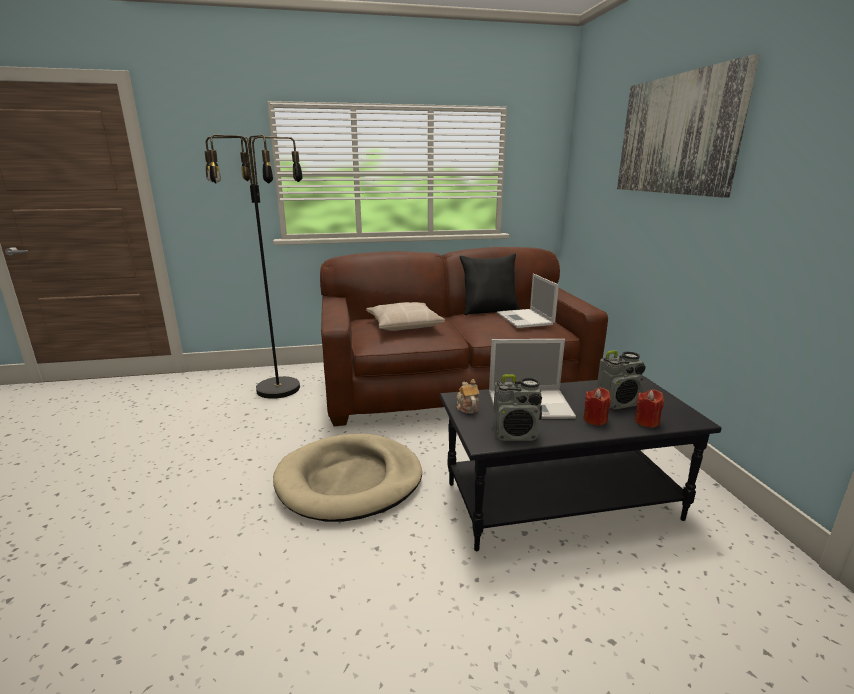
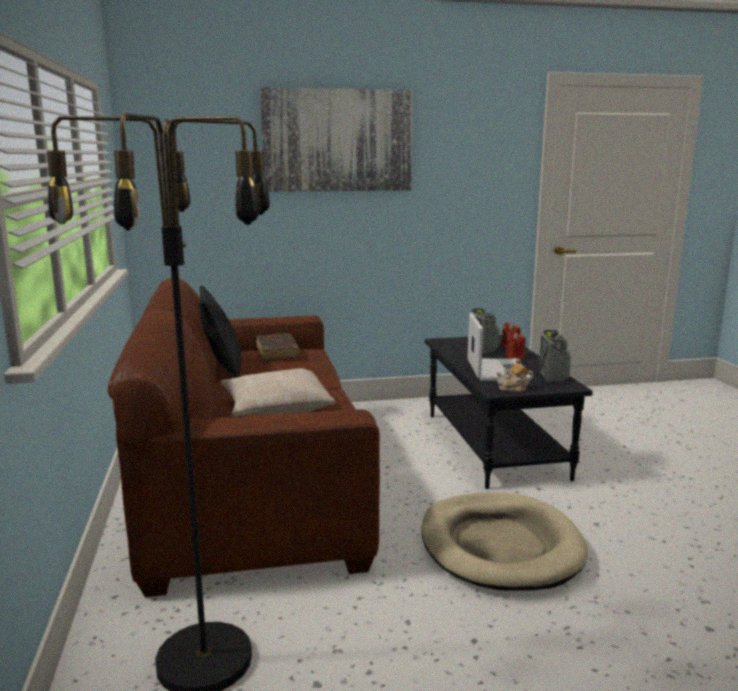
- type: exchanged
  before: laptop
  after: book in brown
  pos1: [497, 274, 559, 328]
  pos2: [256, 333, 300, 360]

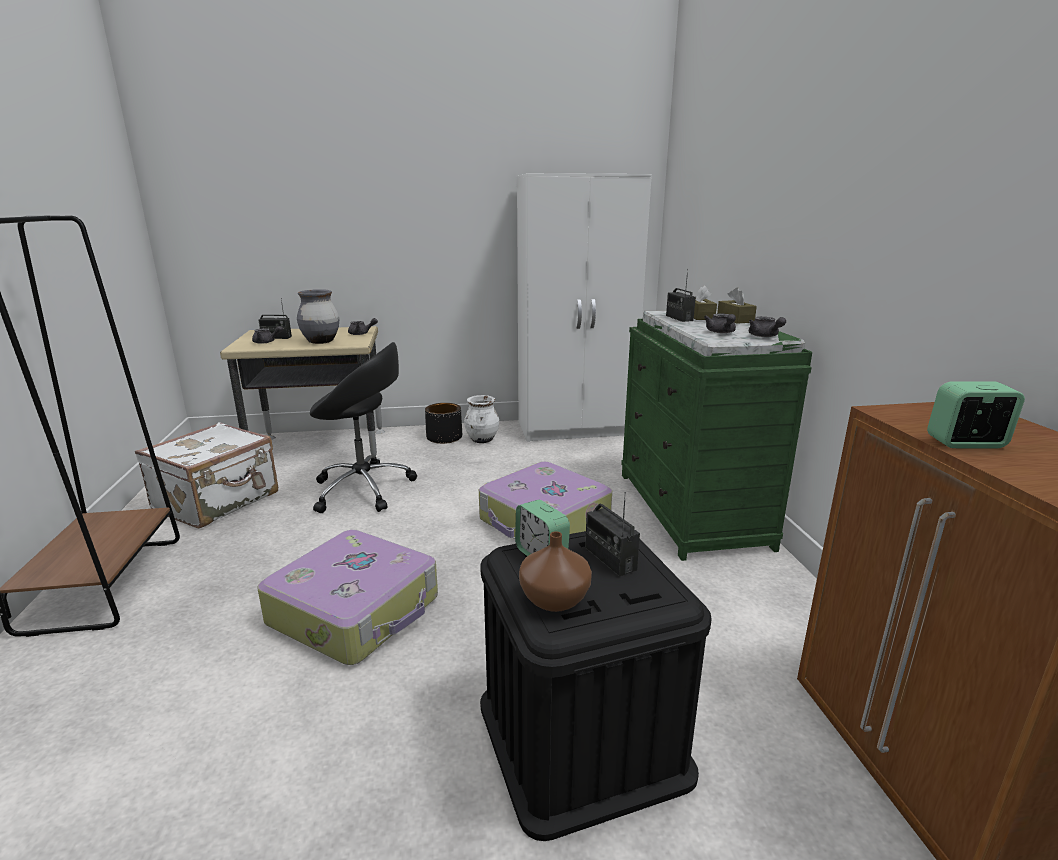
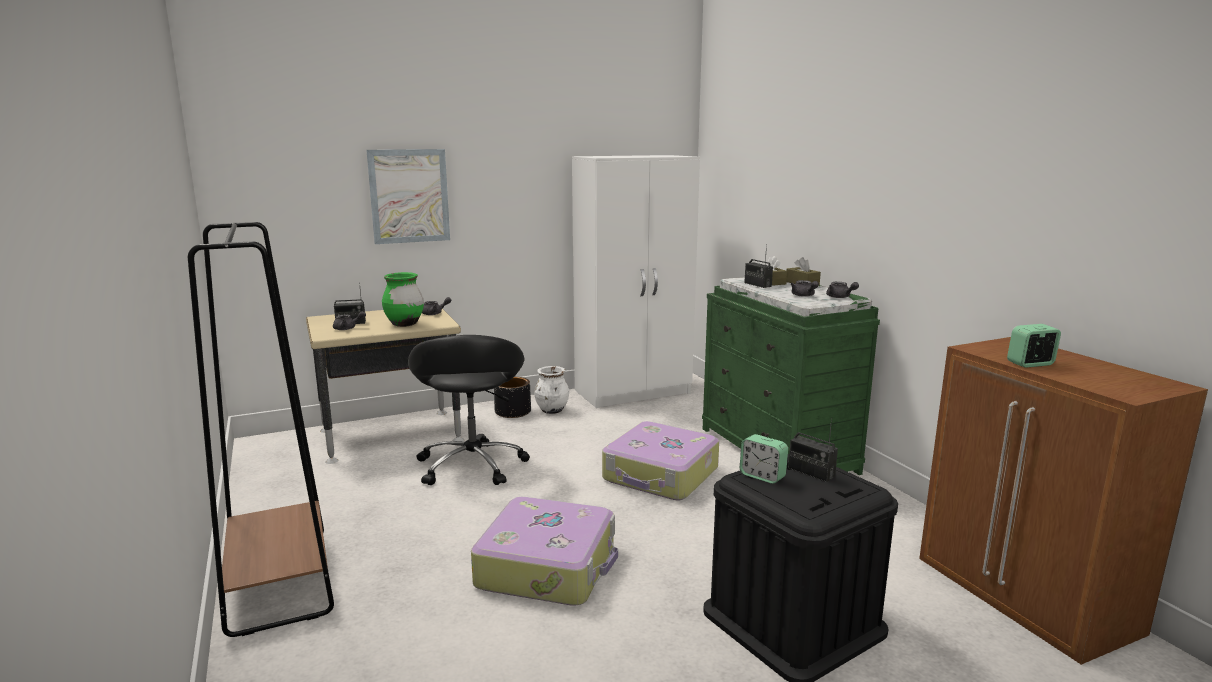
- type: missing
  before: suitcase in white
  pos1: [135, 422, 278, 529]
- type: missing
  before: vase in brown
  pos1: [519, 531, 592, 612]
- type: appeared
  after: picture
  pos2: [366, 149, 450, 244]
- type: colour
  before: vase in grey
  after: vase in green
  pos1: [297, 289, 339, 344]
  pos2: [382, 272, 424, 327]
- type: spun
  before: office chair in black
  pos1: [310, 342, 417, 513]
  pos2: [408, 335, 530, 485]
  turn: 90

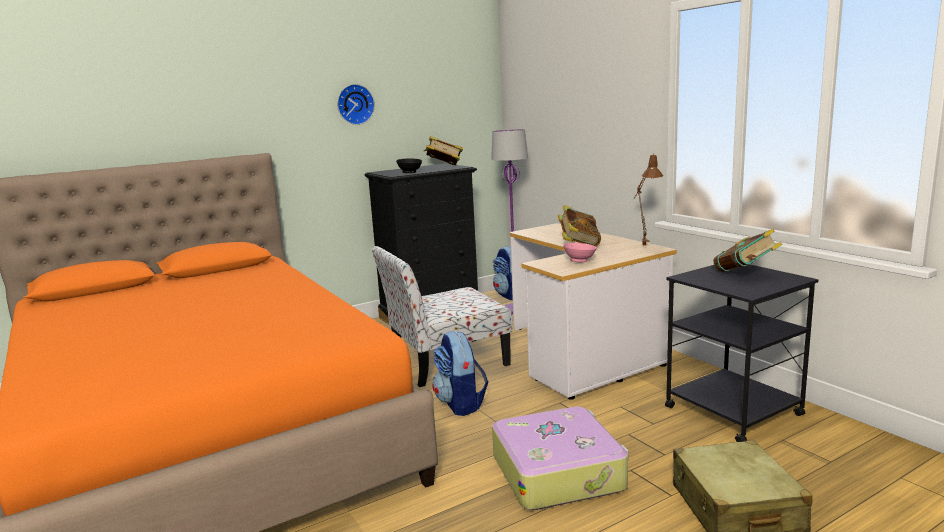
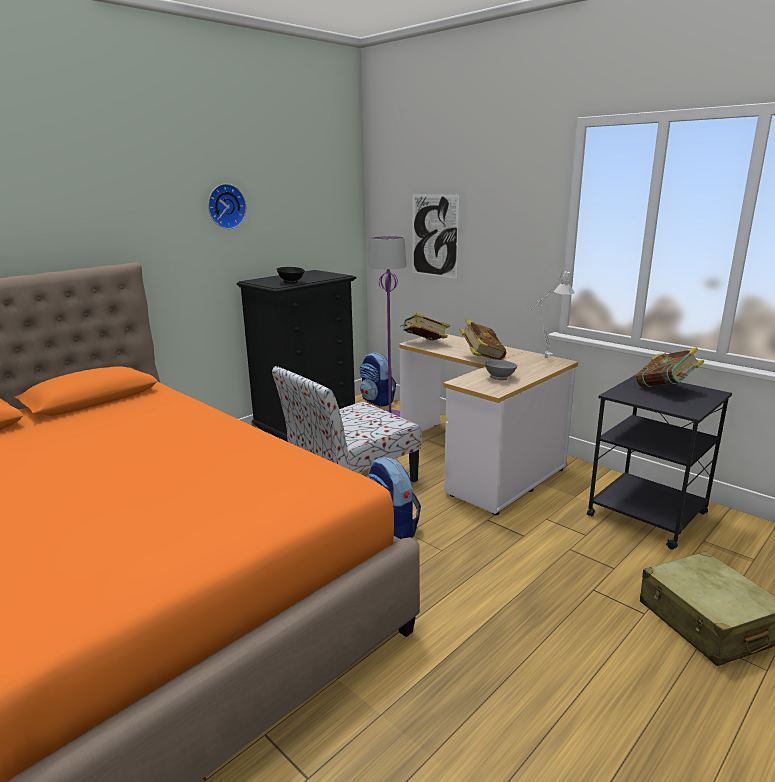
- type: missing
  before: suitcase
  pos1: [492, 406, 628, 510]
- type: appeared
  after: picture
  pos2: [412, 194, 459, 279]
- type: relocated
  before: book
  pos1: [424, 136, 463, 165]
  pos2: [400, 313, 450, 340]
- type: colour
  before: bowl in pink
  after: bowl in grey
  pos1: [563, 243, 597, 262]
  pos2: [484, 359, 518, 380]
- type: colour
  before: table lamp in brown
  after: table lamp in grey
  pos1: [634, 153, 663, 246]
  pos2: [529, 272, 574, 358]

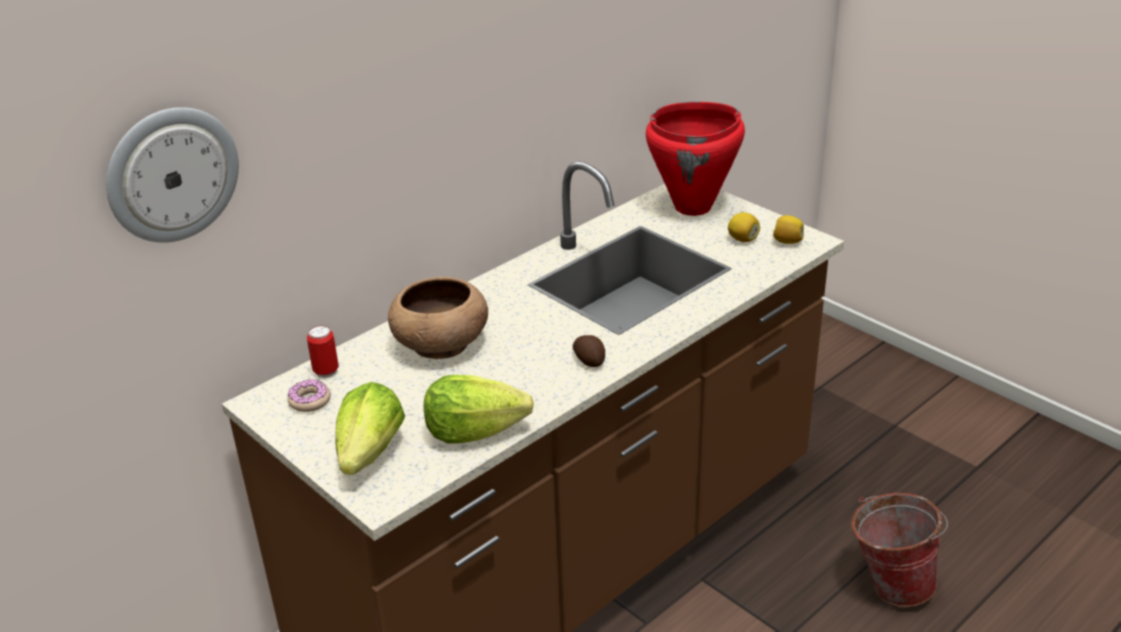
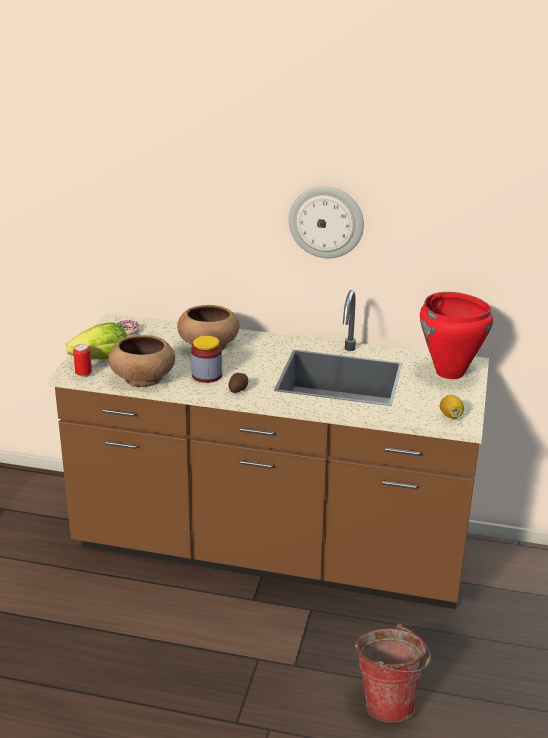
- type: missing
  before: lemon
  pos1: [728, 213, 760, 242]
- type: appeared
  after: jar
  pos2: [191, 336, 222, 383]
- type: relocated
  before: wall clock
  pos1: [106, 107, 239, 243]
  pos2: [289, 186, 364, 258]
- type: relocated
  before: can
  pos1: [307, 325, 339, 378]
  pos2: [73, 344, 92, 378]
- type: exchanged
  before: lettuce
  after: bowl in brown
  pos1: [424, 375, 534, 444]
  pos2: [108, 335, 175, 387]

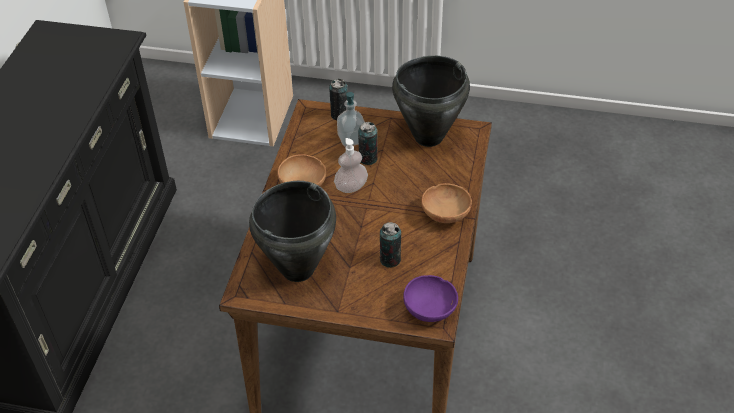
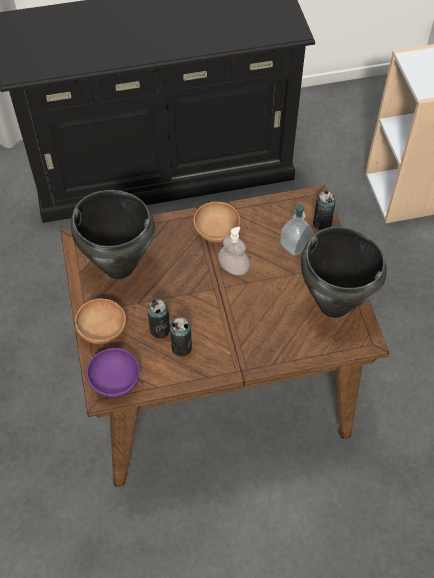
- type: relocated
  before: can
  pos1: [358, 122, 378, 165]
  pos2: [170, 317, 192, 357]
- type: relocated
  before: bowl in brown
  pos1: [421, 183, 472, 223]
  pos2: [75, 298, 126, 344]

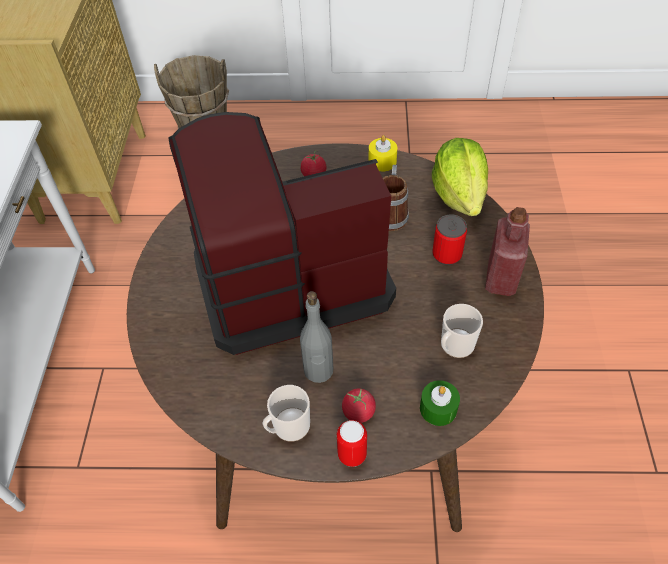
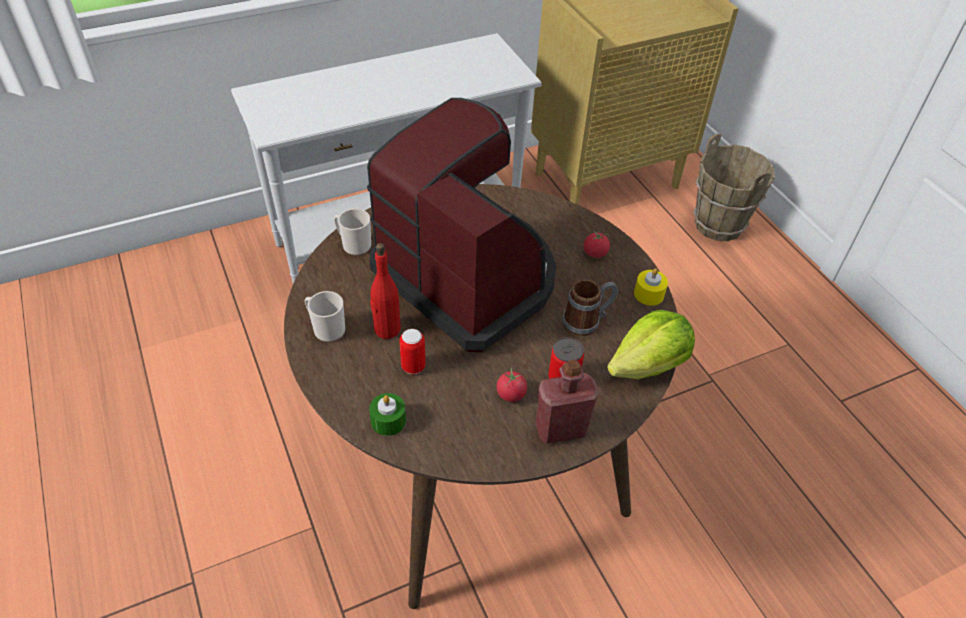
- type: relocated
  before: can
  pos1: [337, 420, 367, 467]
  pos2: [399, 329, 426, 374]
- type: relocated
  before: tomato
  pos1: [342, 389, 376, 423]
  pos2: [496, 368, 527, 402]
- type: relocated
  before: mug
  pos1: [441, 304, 483, 358]
  pos2: [334, 209, 371, 256]
- type: colour
  before: bottle in grey
  after: bottle in red
  pos1: [300, 291, 333, 383]
  pos2: [370, 243, 401, 339]

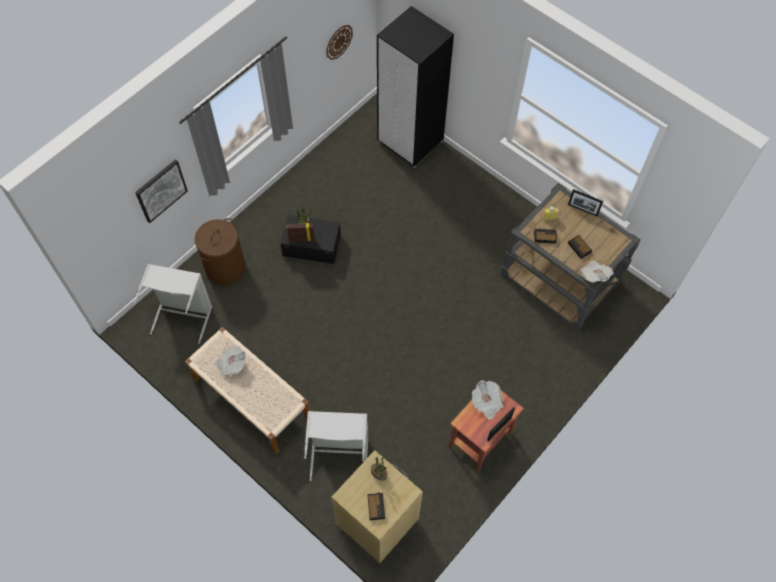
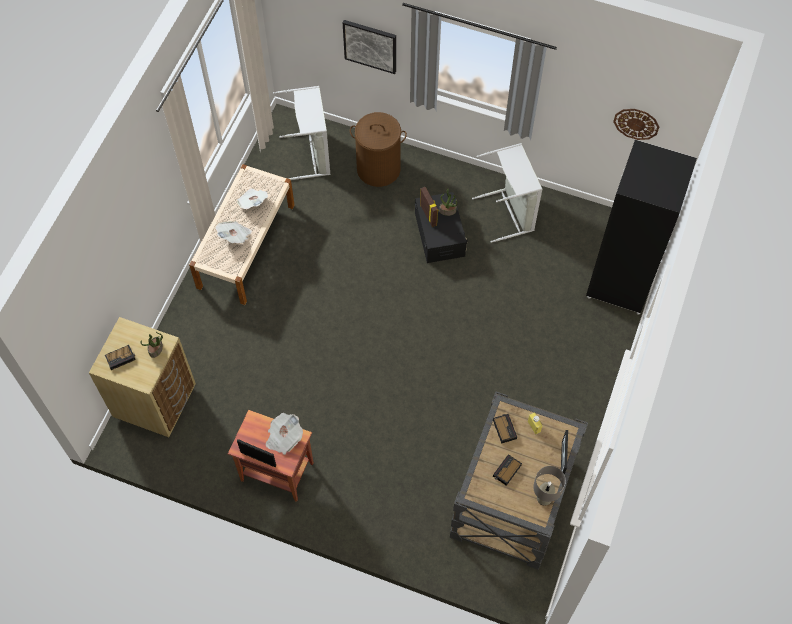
- type: appeared
  after: table lamp in grey
  pos2: [533, 466, 566, 506]
- type: relocated
  before: laundry basket in grey
  pos1: [304, 411, 368, 481]
  pos2: [472, 143, 542, 243]
- type: relocated
  before: newspaper
  pos1: [580, 261, 614, 282]
  pos2: [216, 221, 252, 243]

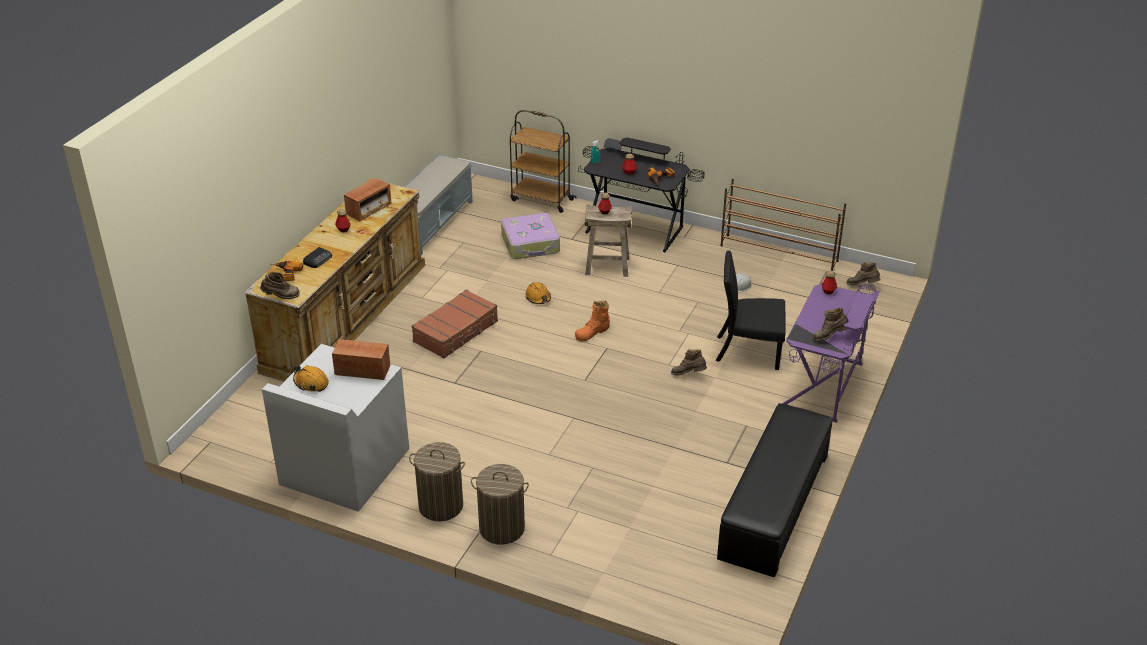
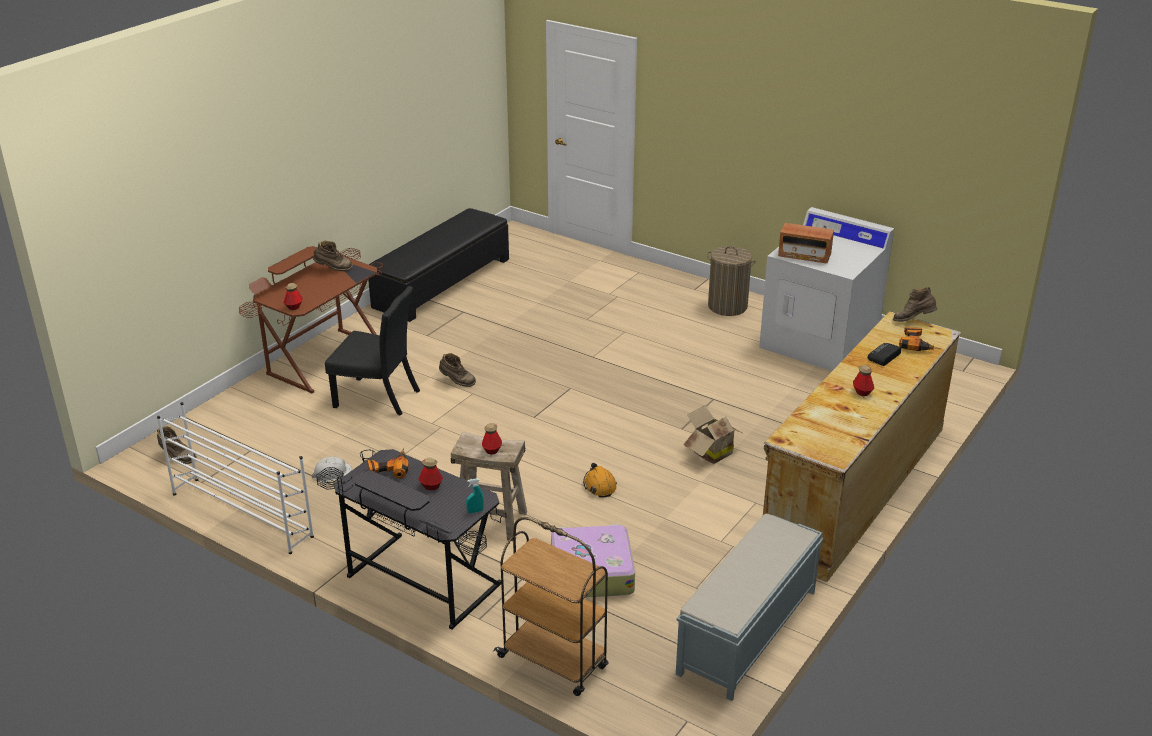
- type: missing
  before: hard hat in orange
  pos1: [293, 365, 329, 392]
- type: missing
  before: radio
  pos1: [344, 178, 392, 221]
- type: missing
  before: laundry basket
  pos1: [471, 464, 529, 545]
- type: missing
  before: boot in orange
  pos1: [575, 300, 610, 342]
- type: exchanged
  before: suitcase in brown
  after: cardboard box
  pos1: [411, 289, 498, 358]
  pos2: [683, 405, 744, 464]
- type: colour
  before: shoe rack in brown
  after: shoe rack in white
  pos1: [720, 179, 846, 271]
  pos2: [157, 402, 314, 554]
- type: colour
  before: desk in purple
  after: desk in brown
  pos1: [779, 283, 880, 423]
  pos2: [239, 246, 383, 393]

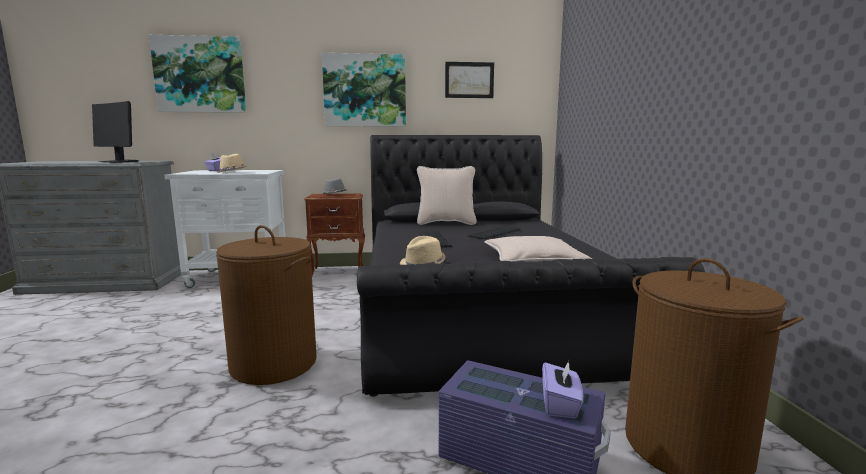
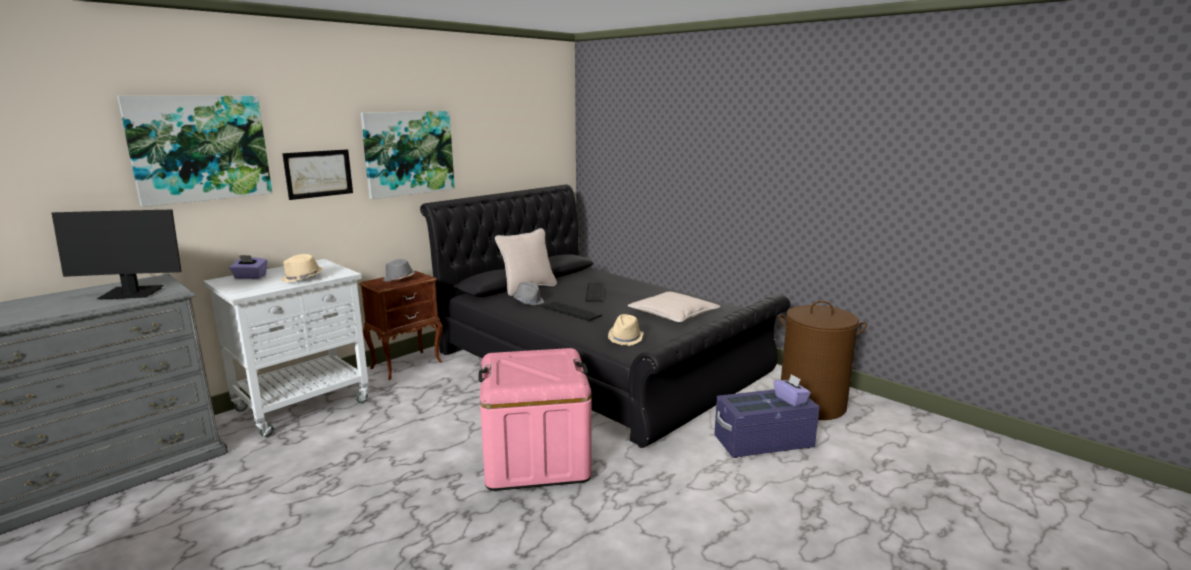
- type: appeared
  after: hat in grey
  pos2: [513, 282, 544, 305]
- type: relocated
  before: picture
  pos1: [445, 62, 494, 98]
  pos2: [282, 149, 353, 200]
- type: exchanged
  before: laundry basket in brown
  after: storage box in pink
  pos1: [216, 225, 317, 385]
  pos2: [478, 348, 592, 491]

